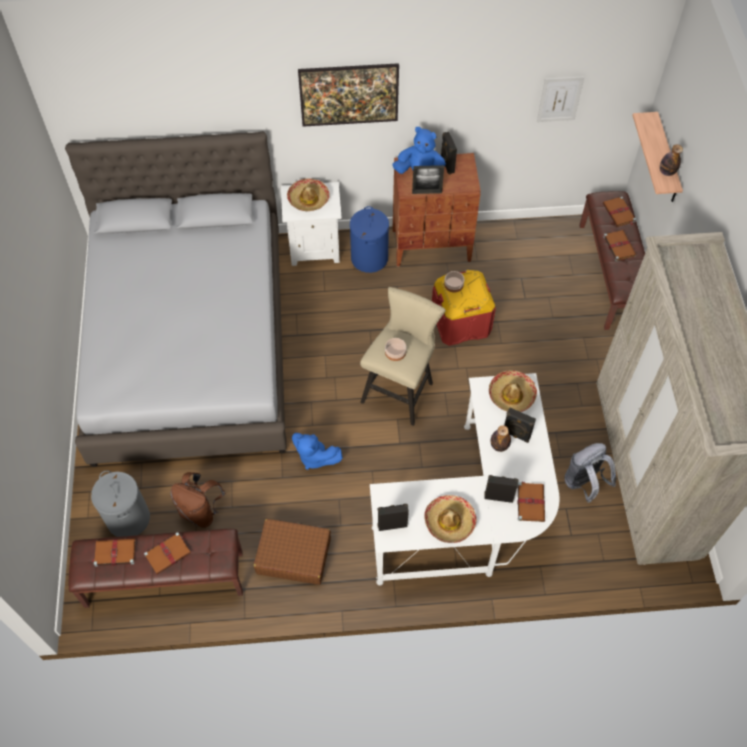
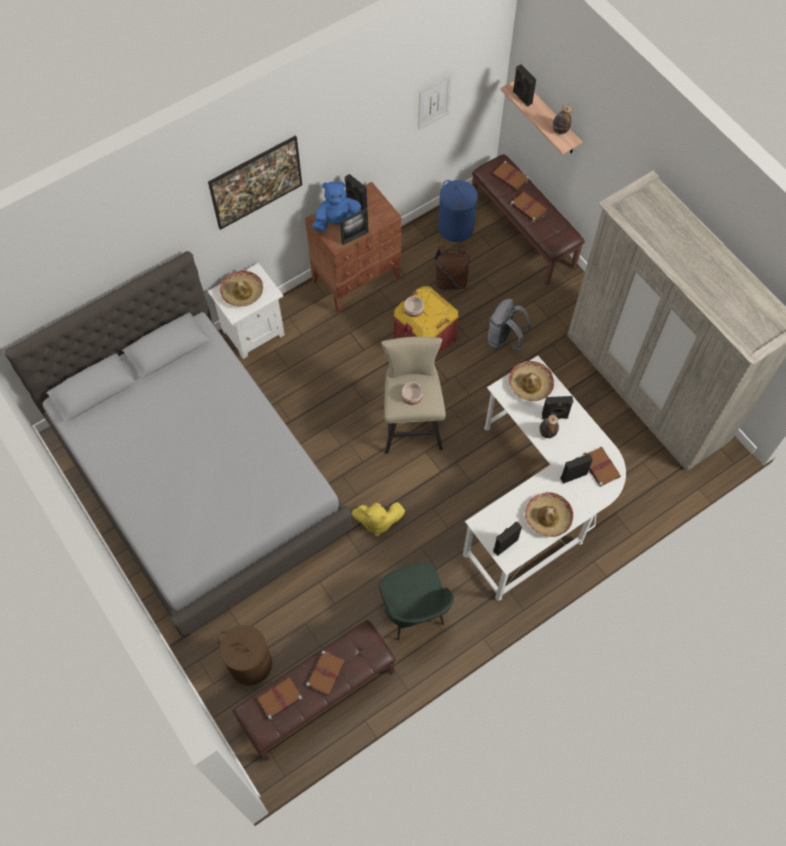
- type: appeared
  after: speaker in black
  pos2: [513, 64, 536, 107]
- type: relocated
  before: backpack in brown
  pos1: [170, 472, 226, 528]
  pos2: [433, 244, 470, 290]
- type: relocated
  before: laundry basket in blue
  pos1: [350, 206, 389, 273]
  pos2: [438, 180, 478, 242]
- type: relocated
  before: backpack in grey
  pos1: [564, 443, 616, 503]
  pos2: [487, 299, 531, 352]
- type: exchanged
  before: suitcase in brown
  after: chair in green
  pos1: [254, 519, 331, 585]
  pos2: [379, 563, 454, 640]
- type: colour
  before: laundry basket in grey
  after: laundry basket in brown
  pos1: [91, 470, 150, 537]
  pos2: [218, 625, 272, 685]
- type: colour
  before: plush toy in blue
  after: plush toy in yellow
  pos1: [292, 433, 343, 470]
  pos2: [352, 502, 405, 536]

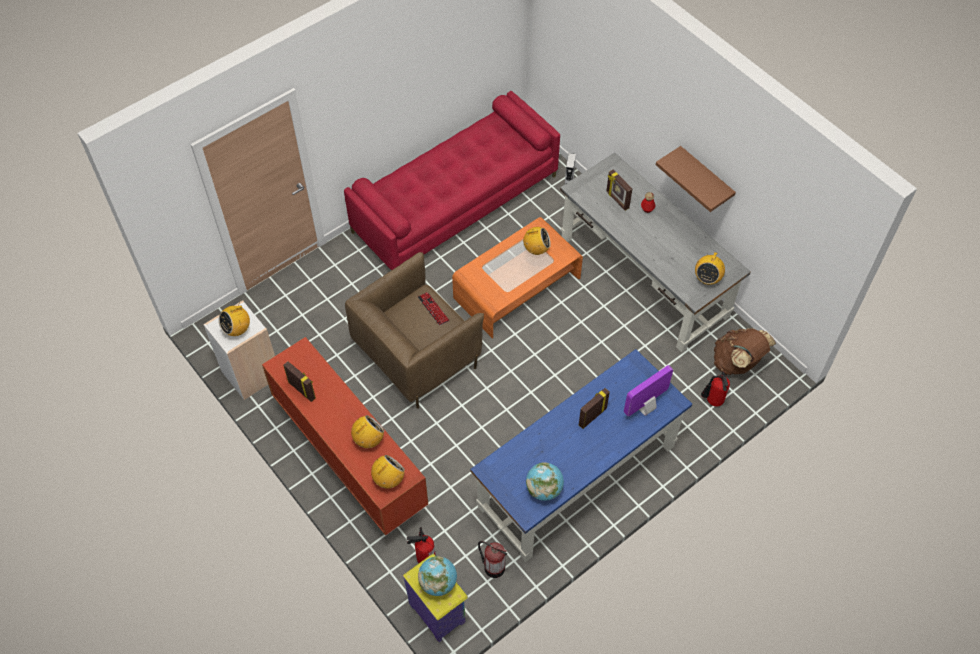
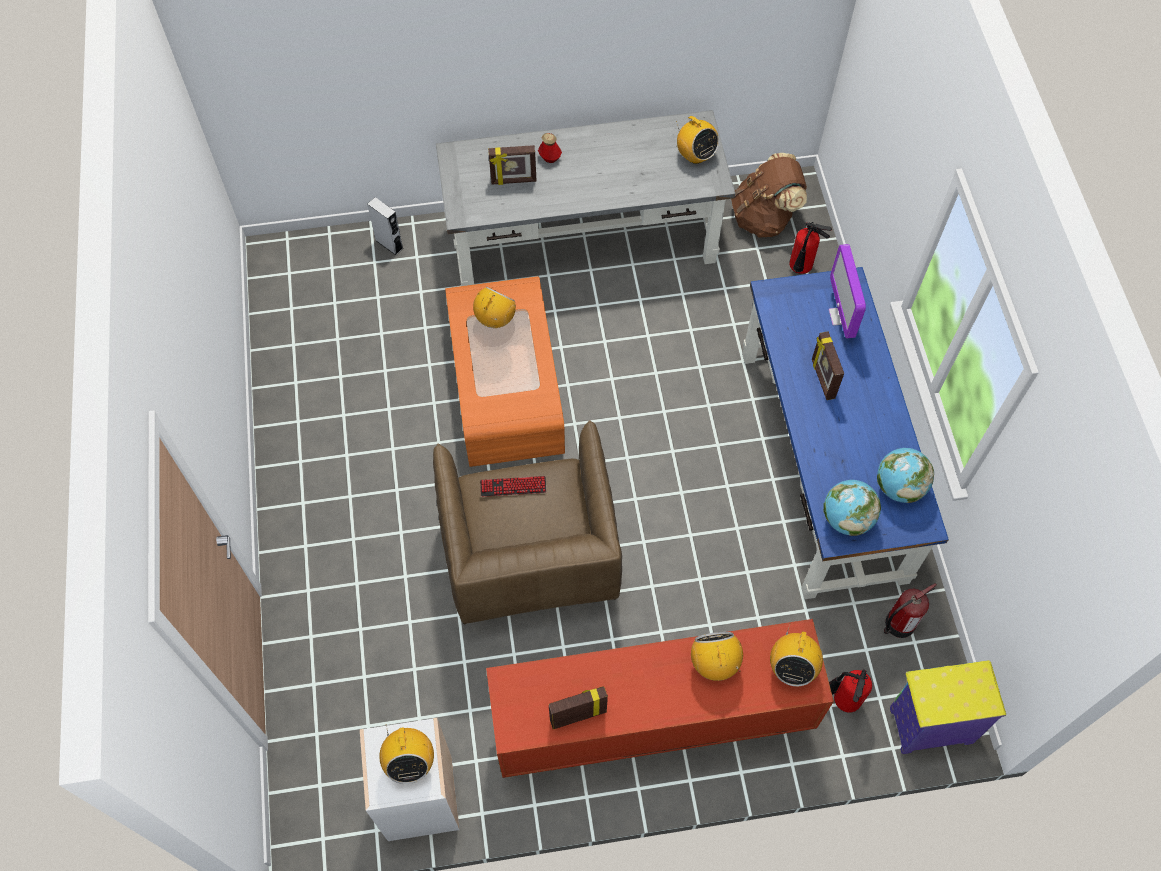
- type: missing
  before: sofa in red
  pos1: [344, 91, 560, 270]
- type: missing
  before: shelf in brown
  pos1: [656, 146, 736, 212]
- type: relocated
  before: globe
  pos1: [418, 556, 457, 596]
  pos2: [823, 480, 881, 536]
- type: spun
  before: radio
  pos1: [371, 455, 405, 489]
  pos2: [770, 623, 823, 686]
  turn: -150

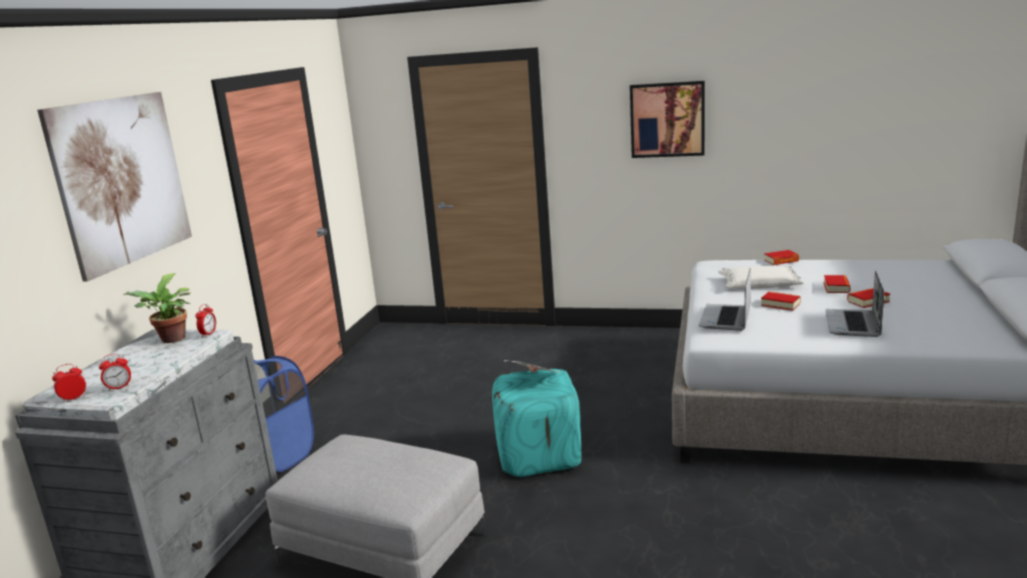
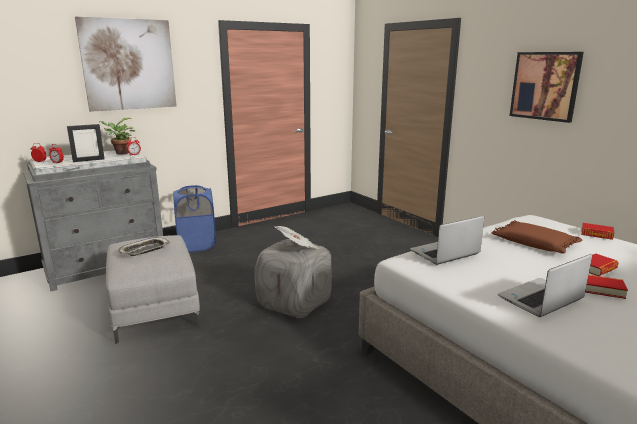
- type: missing
  before: book
  pos1: [761, 292, 801, 311]
- type: appeared
  after: picture frame
  pos2: [67, 124, 105, 162]
- type: appeared
  after: tray
  pos2: [118, 237, 170, 256]
- type: colour
  before: ottoman in turquoise
  after: ottoman in grey
  pos1: [492, 369, 582, 477]
  pos2: [254, 239, 332, 319]
- type: colour
  before: pillow in white
  after: pillow in brown
  pos1: [718, 266, 804, 289]
  pos2: [491, 220, 583, 253]

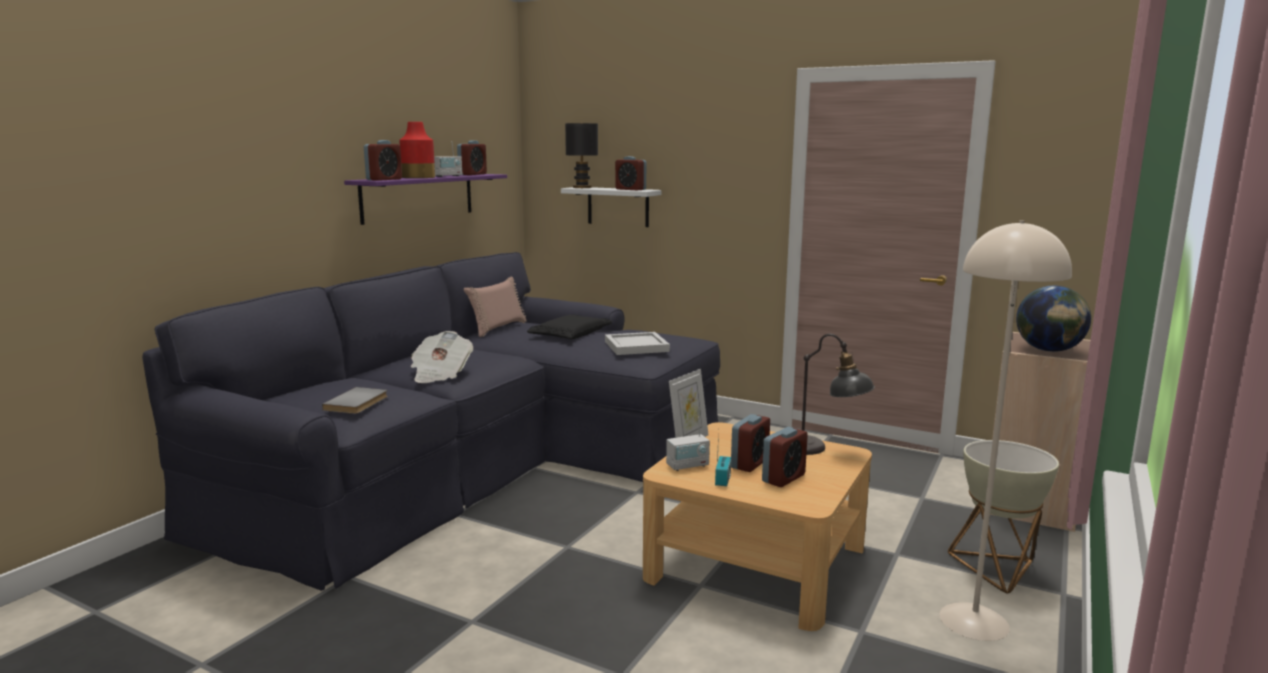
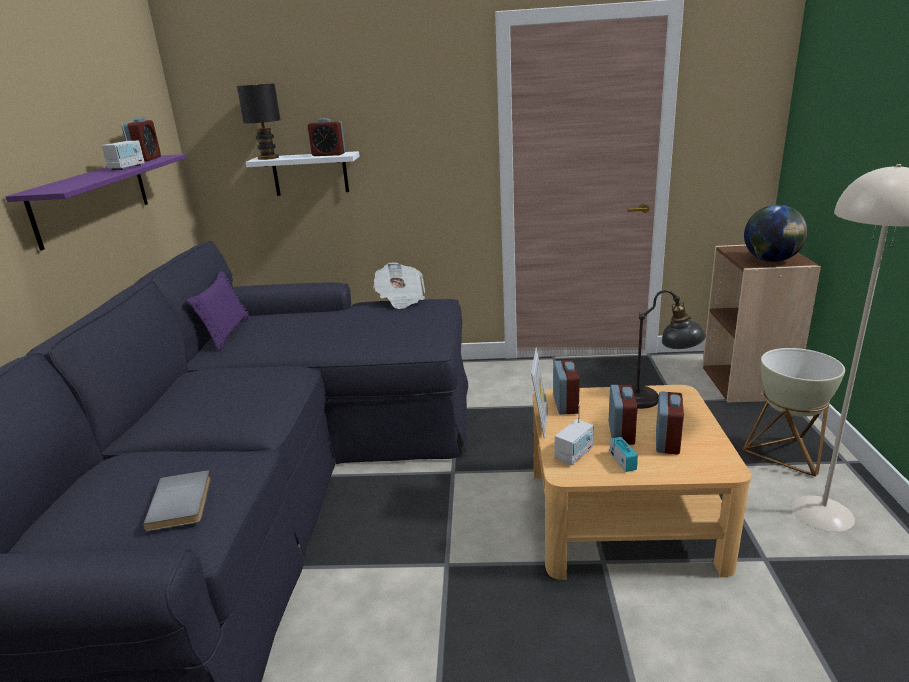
- type: missing
  before: vase in red
  pos1: [399, 122, 435, 178]
- type: missing
  before: pillow in black
  pos1: [527, 314, 612, 339]
- type: missing
  before: tray in white
  pos1: [605, 332, 670, 355]
- type: relocated
  before: alarm clock
  pos1: [364, 140, 402, 181]
  pos2: [553, 360, 580, 415]
- type: relocated
  before: newspaper
  pos1: [411, 331, 473, 383]
  pos2: [373, 262, 425, 309]
- type: colour
  before: pillow in beige
  after: pillow in purple
  pos1: [464, 277, 527, 337]
  pos2: [186, 271, 249, 351]

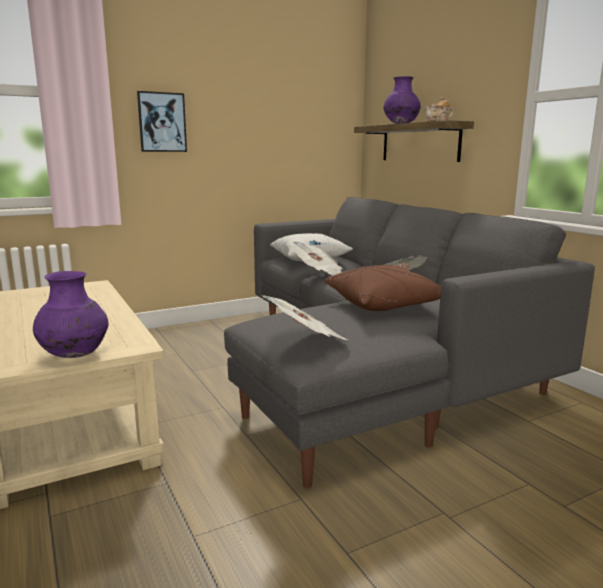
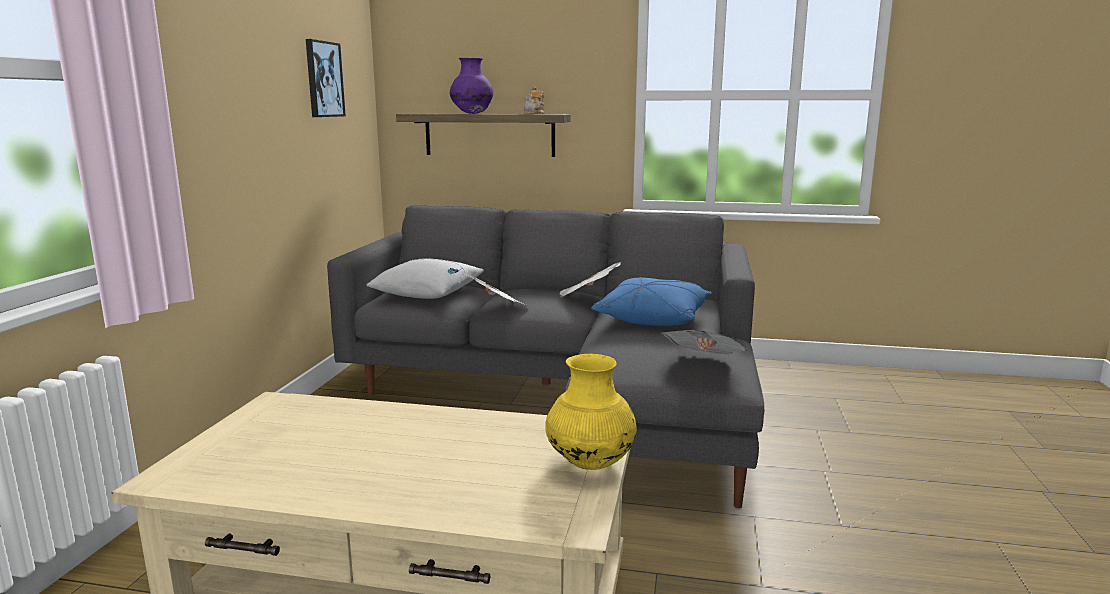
- type: relocated
  before: picture
  pos1: [137, 91, 187, 152]
  pos2: [306, 39, 346, 117]
- type: colour
  before: vase in purple
  after: vase in yellow
  pos1: [33, 271, 109, 358]
  pos2: [545, 354, 637, 470]
- type: colour
  before: pillow in brown
  after: pillow in blue
  pos1: [324, 265, 441, 311]
  pos2: [591, 277, 712, 326]

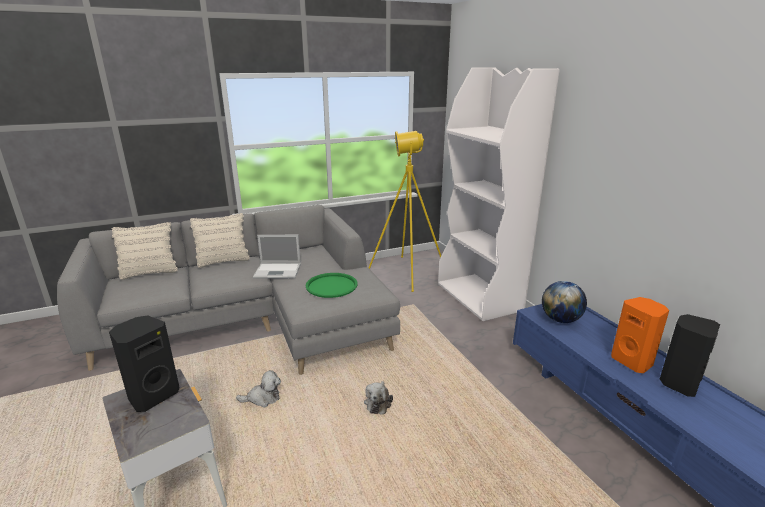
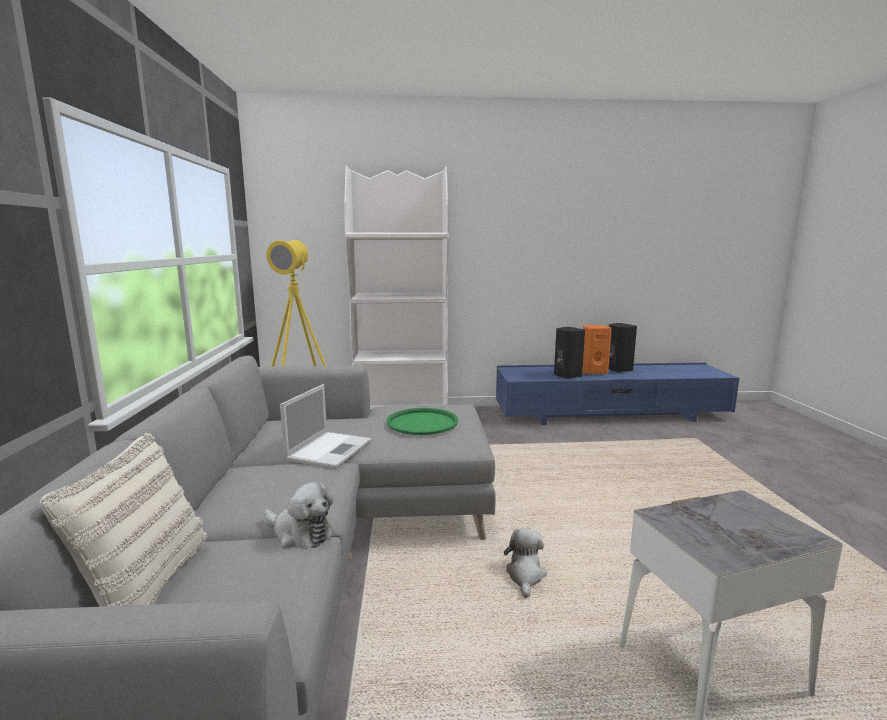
- type: missing
  before: pillow in beige
  pos1: [190, 213, 250, 268]
- type: missing
  before: globe
  pos1: [542, 281, 587, 323]
- type: relocated
  before: speaker in black
  pos1: [109, 315, 179, 412]
  pos2: [554, 327, 585, 379]
- type: relocated
  before: plush toy
  pos1: [364, 381, 393, 415]
  pos2: [264, 482, 334, 549]

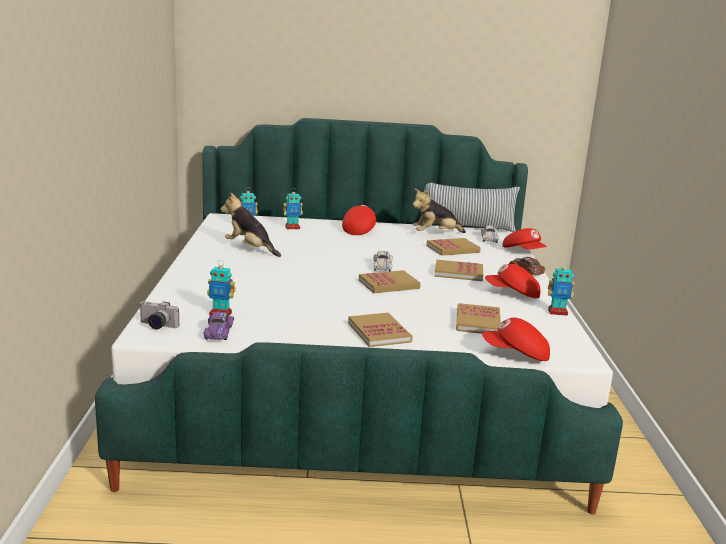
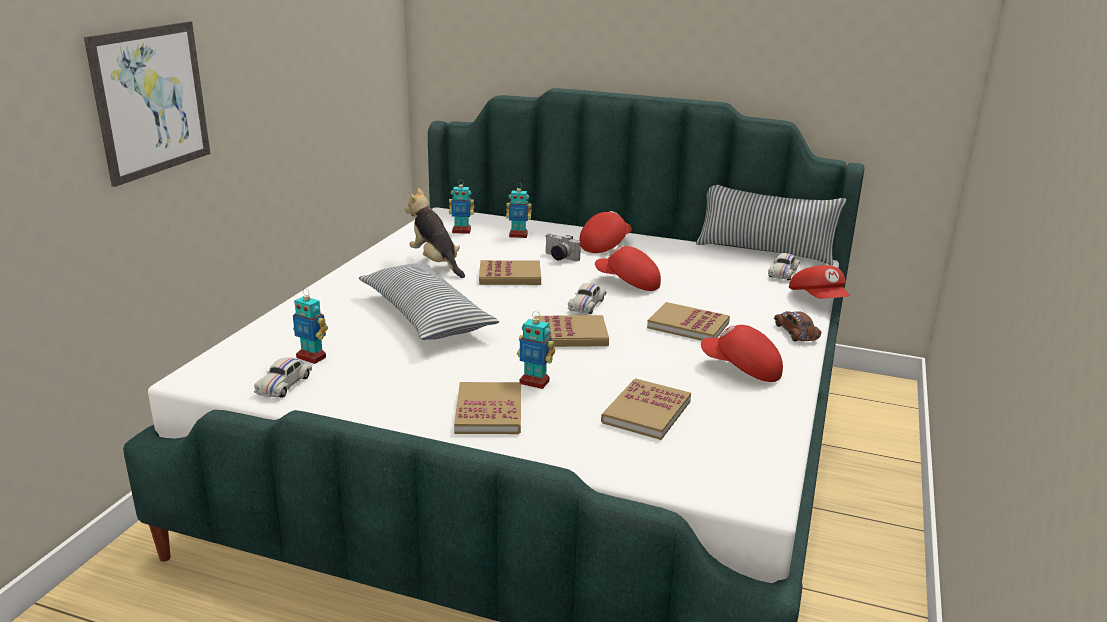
- type: missing
  before: plush toy
  pos1: [413, 188, 466, 233]
- type: appeared
  after: picture
  pos2: [84, 21, 210, 187]
- type: appeared
  after: pillow
  pos2: [359, 264, 499, 340]
- type: relocated
  before: photo camera
  pos1: [140, 301, 179, 330]
  pos2: [545, 234, 581, 261]
- type: relocated
  before: book
  pos1: [427, 238, 481, 256]
  pos2: [479, 260, 541, 285]
- type: relocated
  before: cap in red
  pos1: [482, 318, 550, 361]
  pos2: [595, 246, 661, 291]
- type: relocated
  before: toy robot
  pos1: [548, 262, 575, 316]
  pos2: [517, 311, 555, 389]
- type: colour
  before: toy car in purple
  after: toy car in white
  pos1: [204, 312, 234, 340]
  pos2: [254, 357, 312, 398]

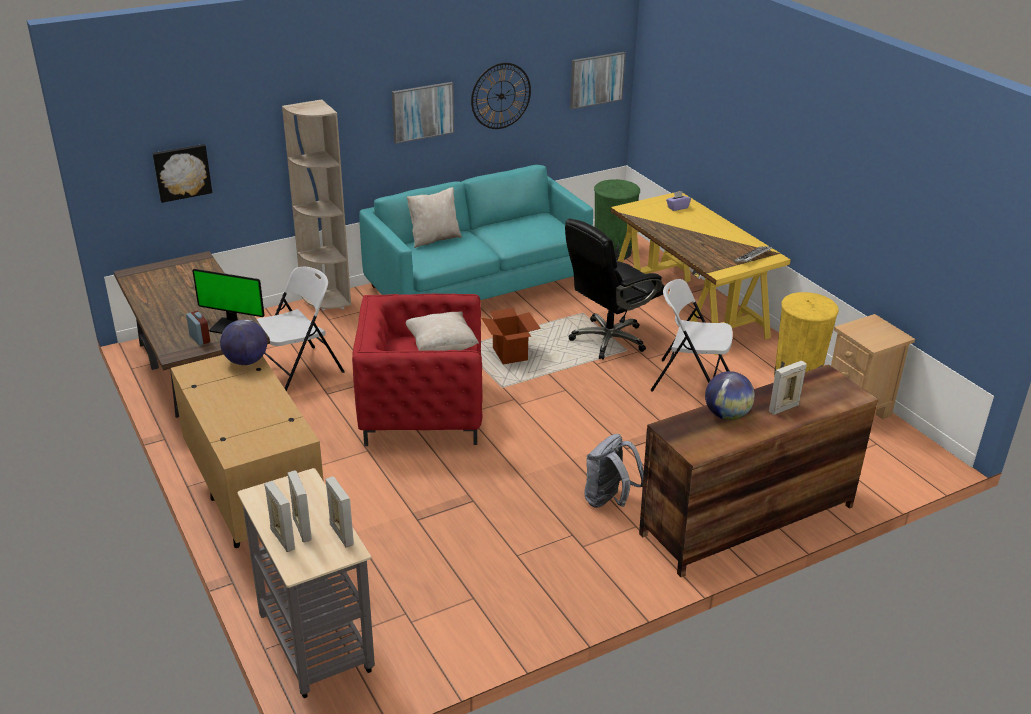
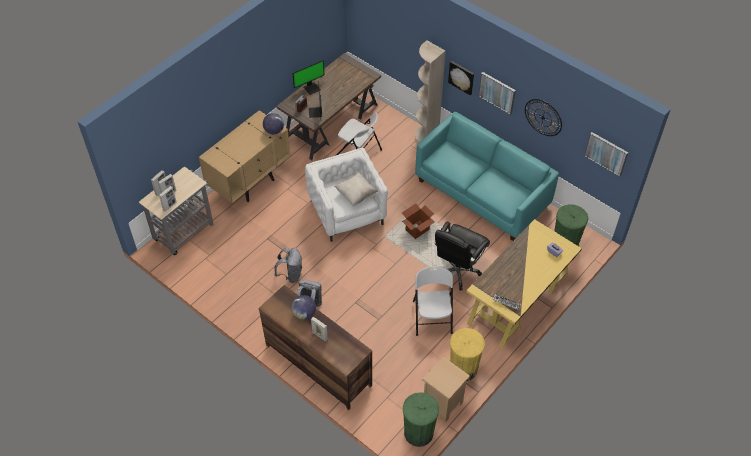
- type: missing
  before: pillow in beige
  pos1: [407, 187, 462, 248]
- type: appeared
  after: backpack in grey
  pos2: [274, 248, 302, 283]
- type: appeared
  after: monitor
  pos2: [293, 60, 324, 95]
- type: appeared
  after: trash can in green
  pos2: [403, 392, 439, 447]
- type: relocated
  before: picture
  pos1: [152, 144, 212, 203]
  pos2: [448, 61, 474, 96]
- type: colour
  before: armchair in red
  after: armchair in white
  pos1: [352, 294, 483, 446]
  pos2: [305, 148, 388, 242]
- type: spun
  before: office chair in black
  pos1: [565, 219, 665, 360]
  pos2: [435, 222, 490, 290]
  turn: -90

